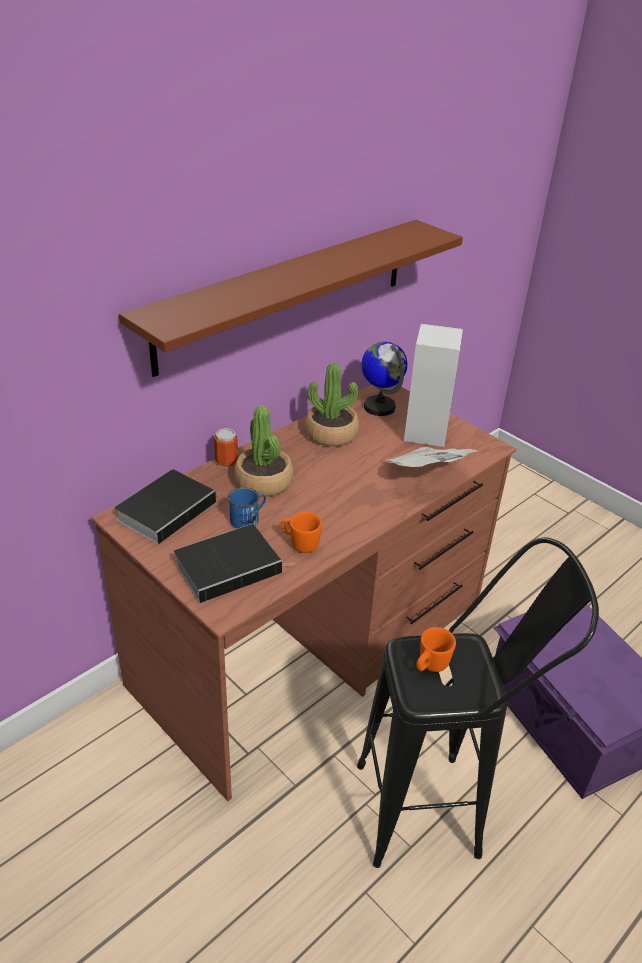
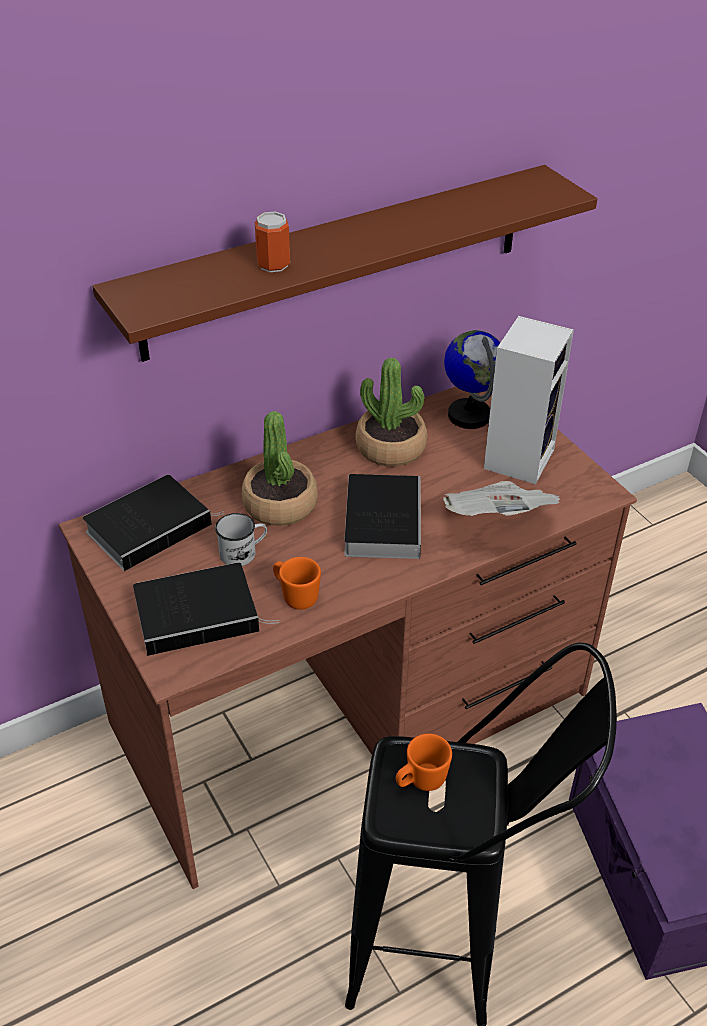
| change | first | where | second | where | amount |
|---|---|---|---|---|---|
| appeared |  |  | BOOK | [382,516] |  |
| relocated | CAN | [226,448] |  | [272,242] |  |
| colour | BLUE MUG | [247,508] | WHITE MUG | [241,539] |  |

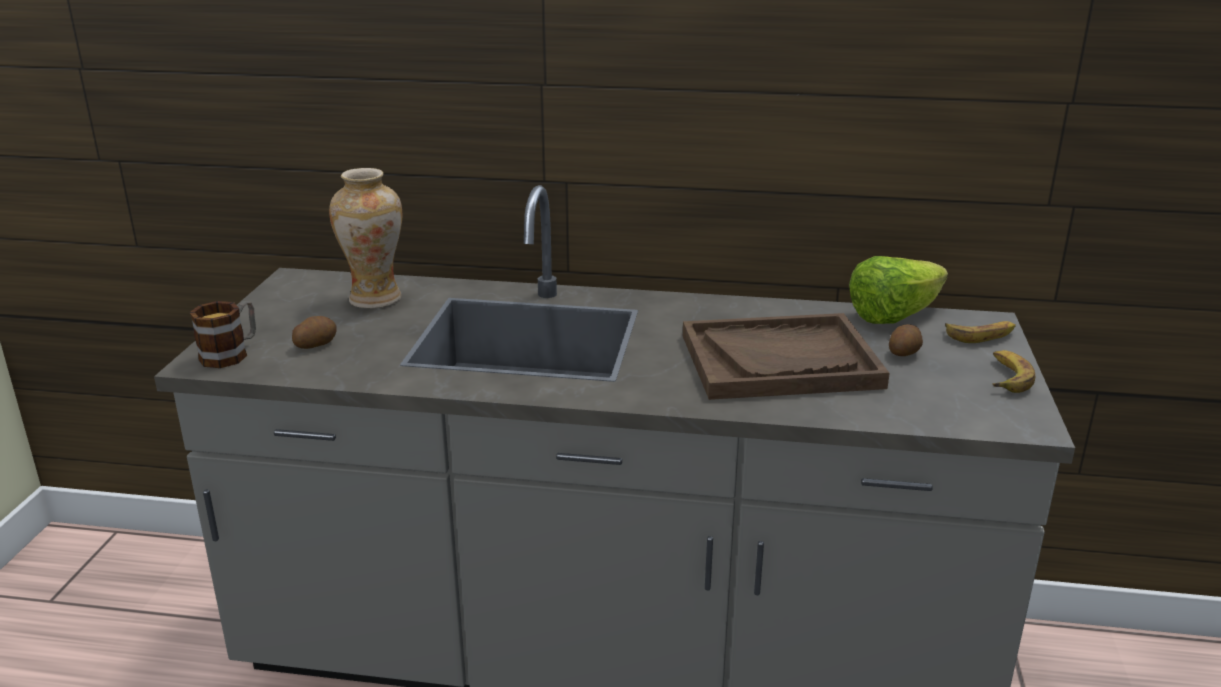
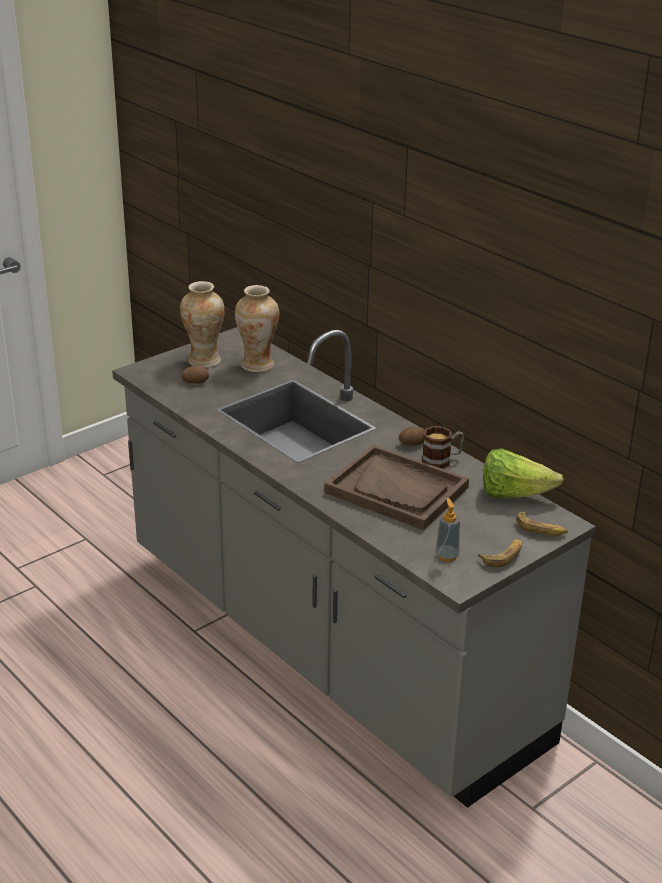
| change | first | where | second | where | amount |
|---|---|---|---|---|---|
| appeared |  |  | VASE | [202,324] |  |
| appeared |  |  | SOAP DISPENSER | [448,529] |  |
| relocated | MUG | [223,334] |  | [443,447] |  |
| relocated | POTATO | [906,340] |  | [411,436] |  |

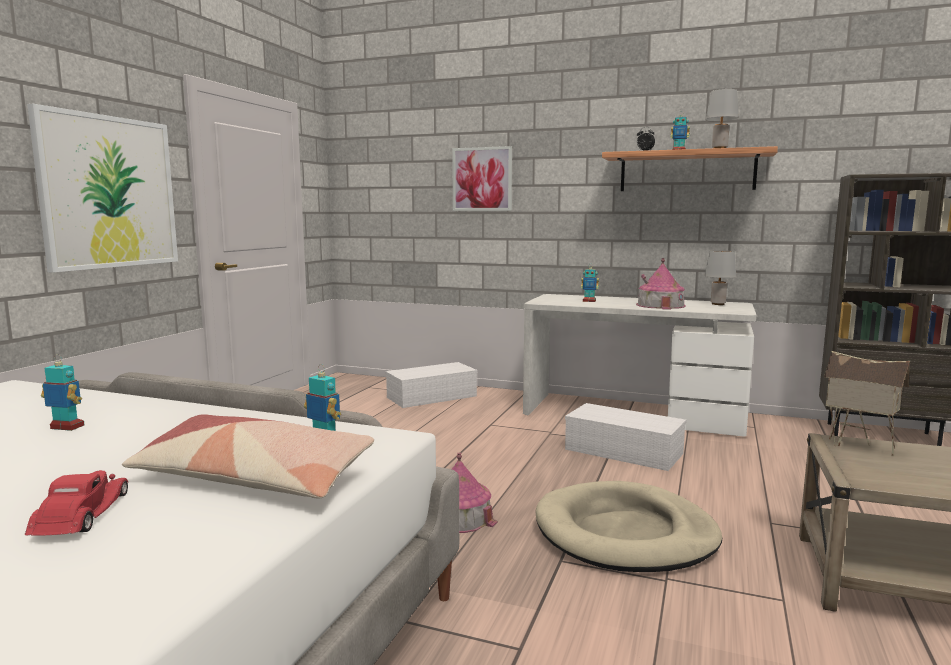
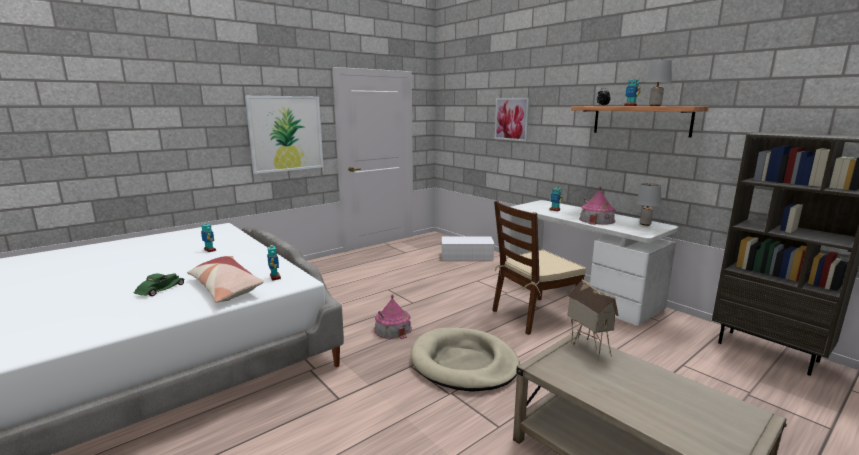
| change | first | where | second | where | amount |
|---|---|---|---|---|---|
| exchanged | WHITE STORAGE BOX | [625,437] | BROWN CHAIR | [539,268] |  |
| colour | RED TOY CAR | [77,503] | GREEN TOY CAR | [159,284] |  |

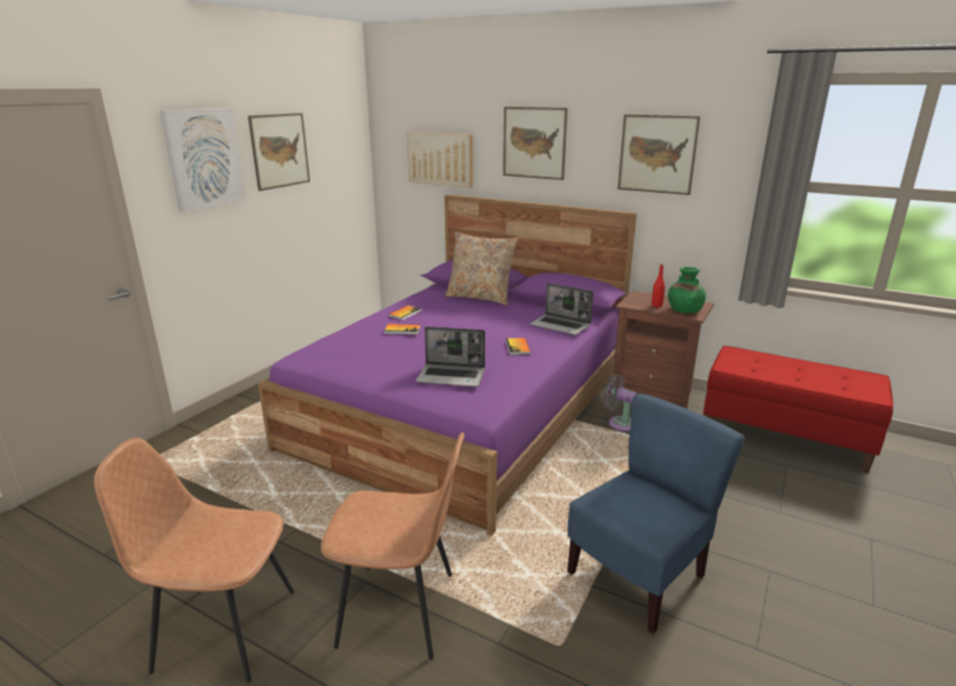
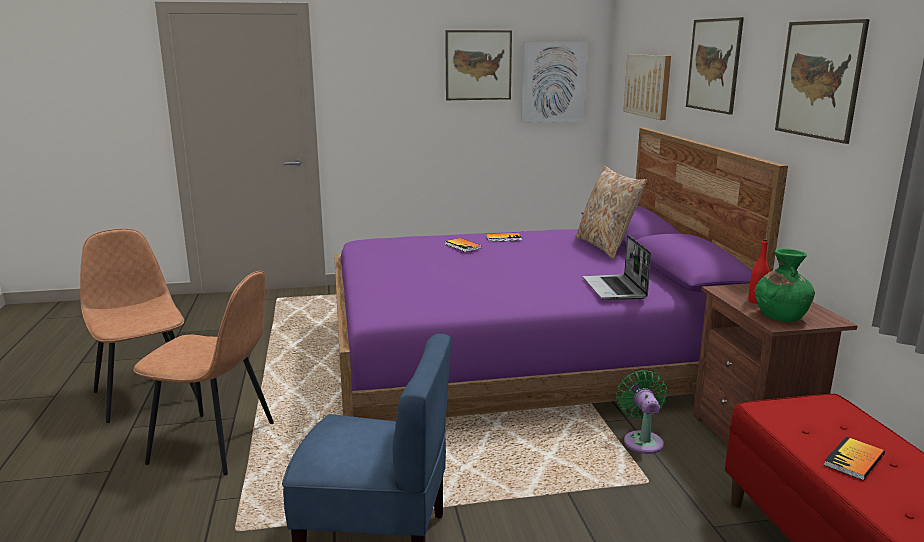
| change | first | where | second | where | amount |
|---|---|---|---|---|---|
| missing | LAPTOP | [450,356] |  |  |  |
| relocated | PICTURE | [203,160] |  | [554,82] |  |
| relocated | BOOK | [518,346] |  | [854,458] |  |
| colour | GREY FAN | [620,403] | GREEN FAN | [642,412] |  |
| spun | BROWN CHAIR | [393,546] |  | [204,373] | 45 degrees counterclockwise |

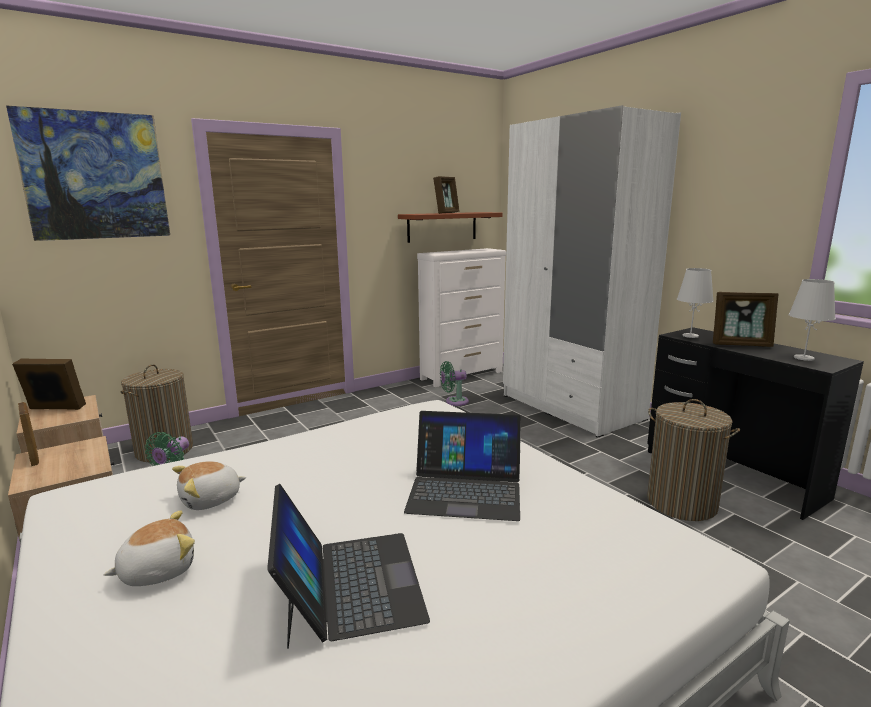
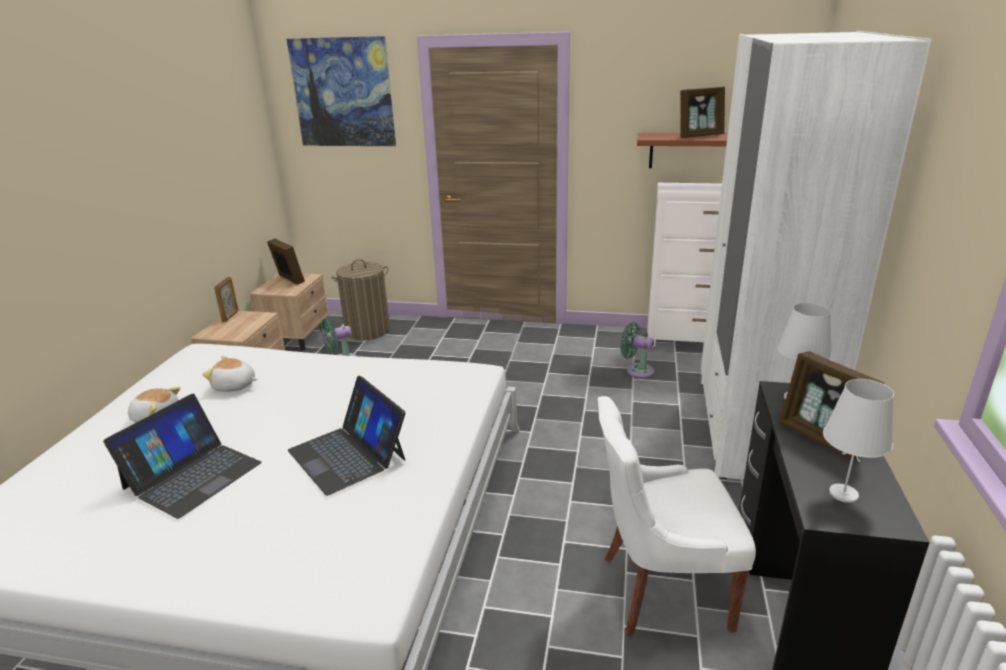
| change | first | where | second | where | amount |
|---|---|---|---|---|---|
| exchanged | LAUNDRY BASKET | [693,460] | WHITE CHAIR | [677,516] |  |

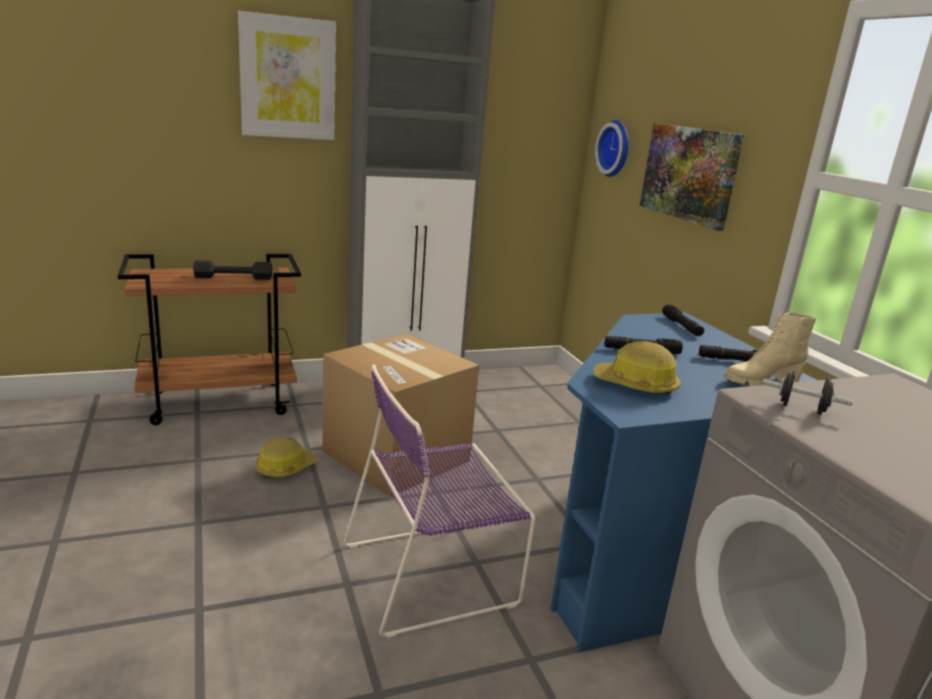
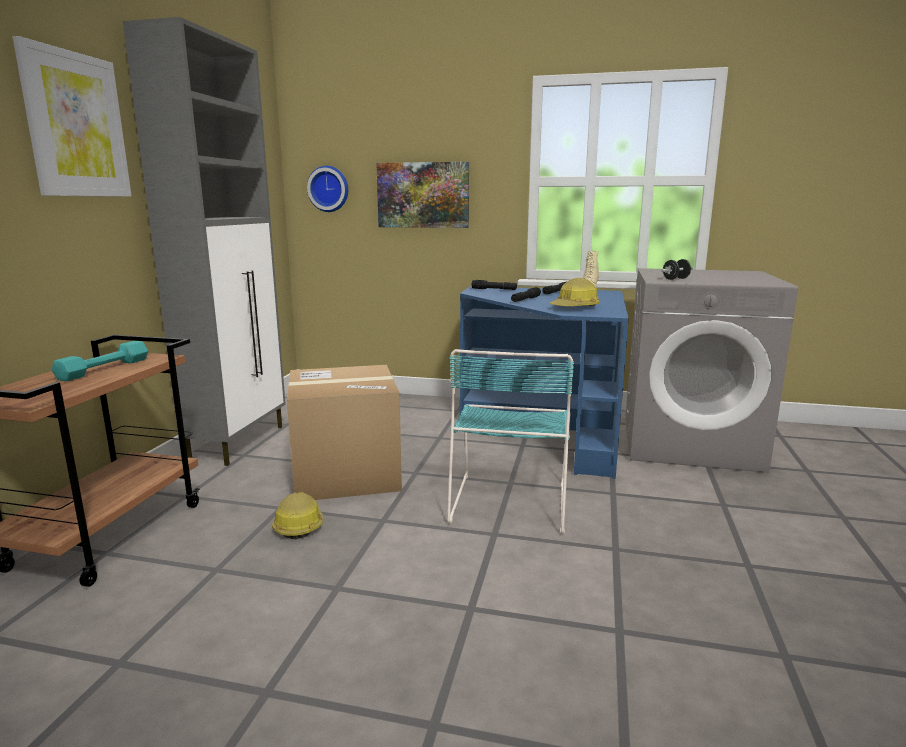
| change | first | where | second | where | amount |
|---|---|---|---|---|---|
| colour | BLACK DUMBBELL | [232,270] | TURQUOISE DUMBBELL | [100,361] |  |
| colour | PURPLE CHAIR | [439,501] | TURQUOISE CHAIR | [510,441] |  |

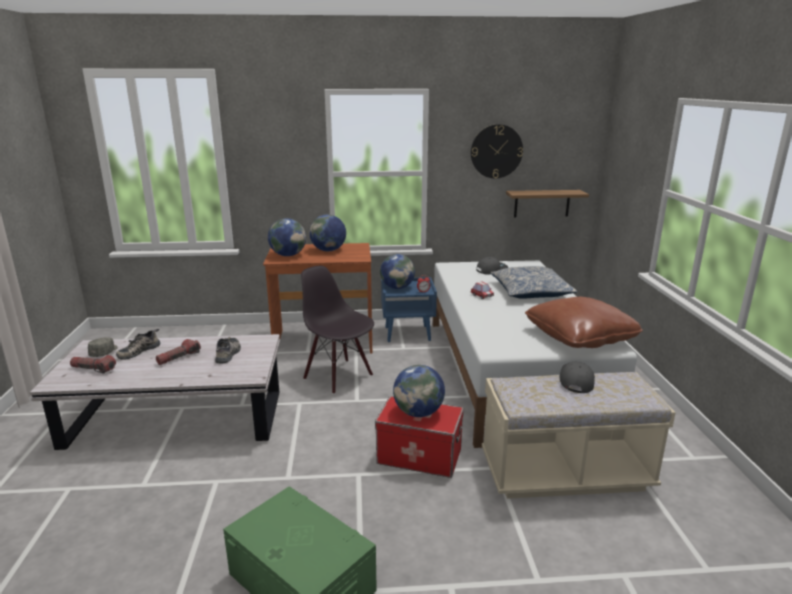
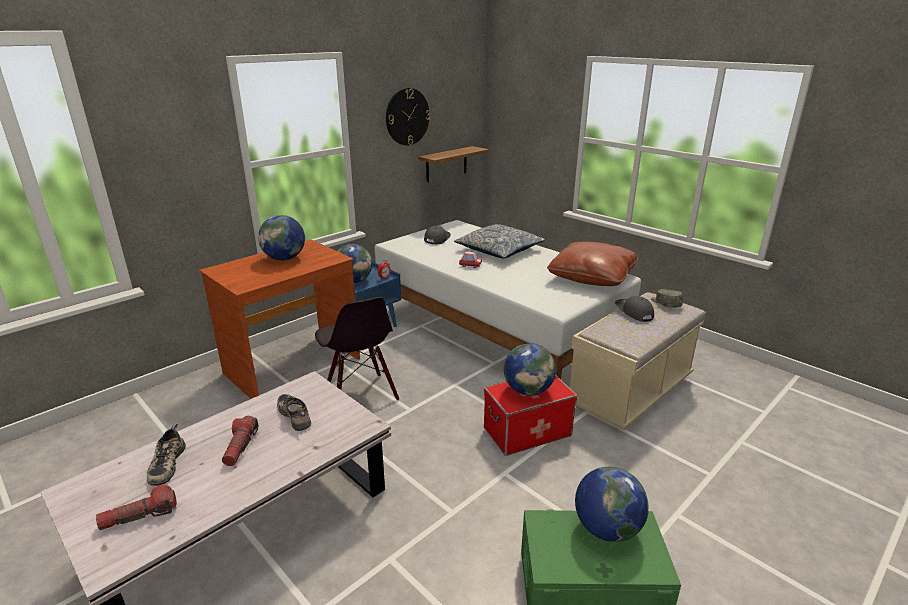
| change | first | where | second | where | amount |
|---|---|---|---|---|---|
| relocated | GREY CAP | [103,347] |  | [667,298] |  |
| relocated | GLOBE | [287,237] |  | [612,504] |  |
| spun | BLACK CHAIR | [337,330] |  | [357,349] | 120 degrees counterclockwise |

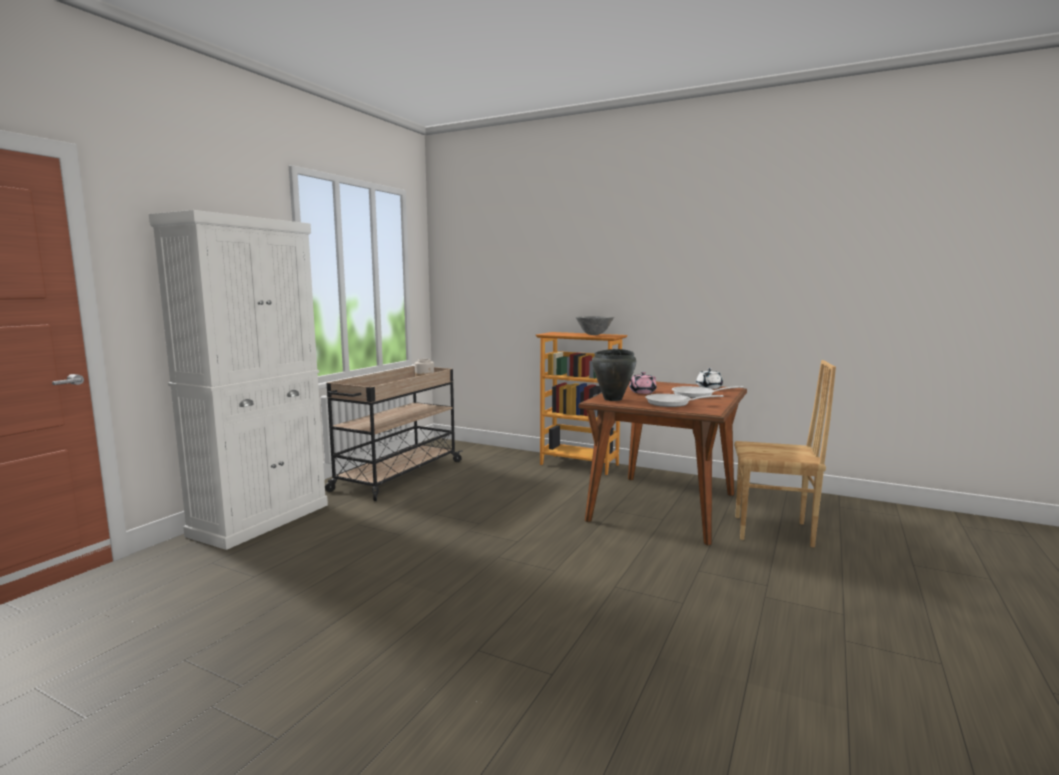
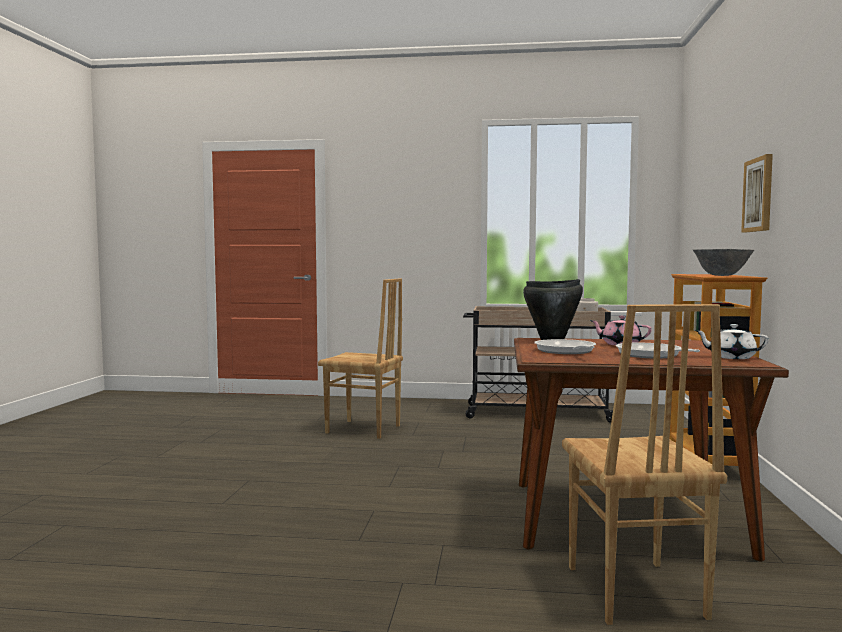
| change | first | where | second | where | amount |
|---|---|---|---|---|---|
| missing | WHITE CABINET | [238,380] |  |  |  |
| appeared |  |  | BROWN CHAIR | [360,358] |  |
| appeared |  |  | PICTURE | [757,193] |  |

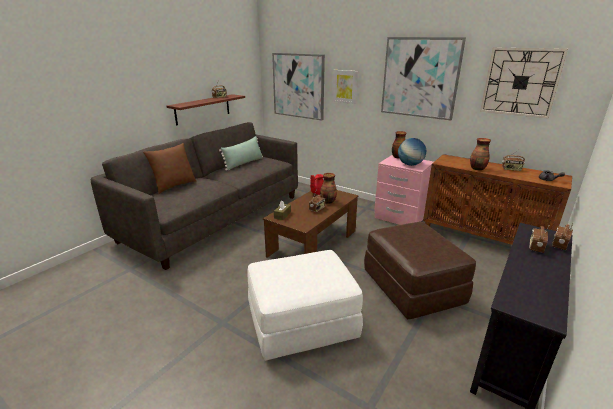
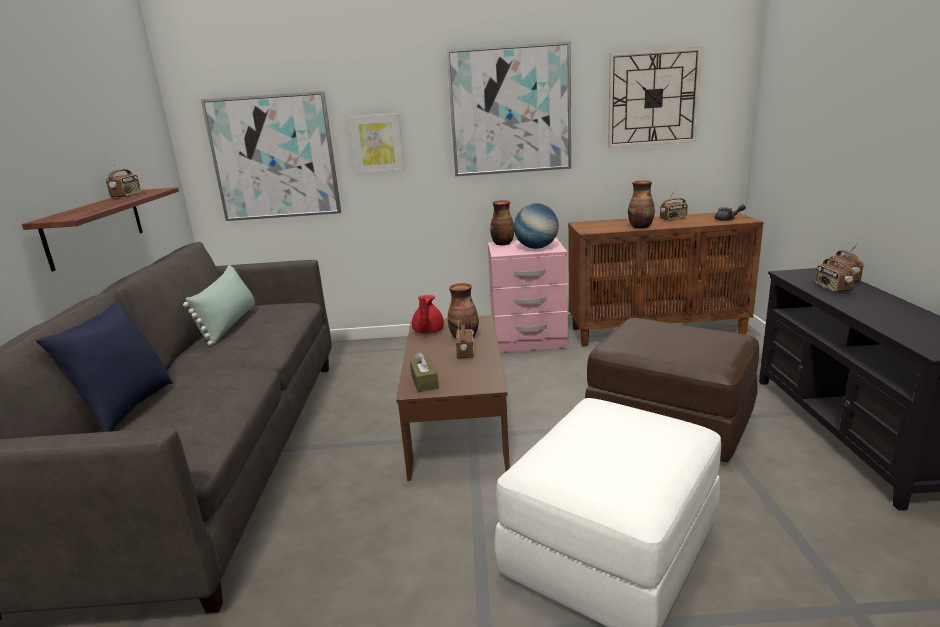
| change | first | where | second | where | amount |
|---|---|---|---|---|---|
| colour | BROWN PILLOW | [170,168] | BLUE PILLOW | [104,366] |  |

